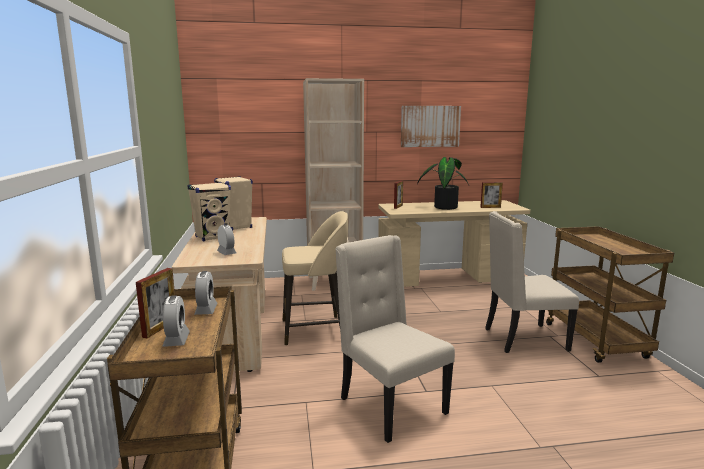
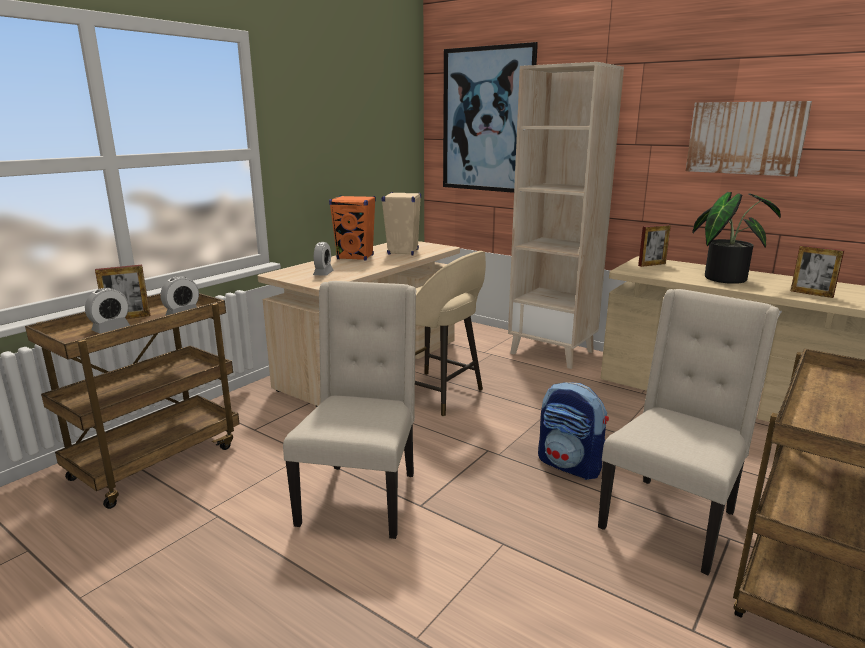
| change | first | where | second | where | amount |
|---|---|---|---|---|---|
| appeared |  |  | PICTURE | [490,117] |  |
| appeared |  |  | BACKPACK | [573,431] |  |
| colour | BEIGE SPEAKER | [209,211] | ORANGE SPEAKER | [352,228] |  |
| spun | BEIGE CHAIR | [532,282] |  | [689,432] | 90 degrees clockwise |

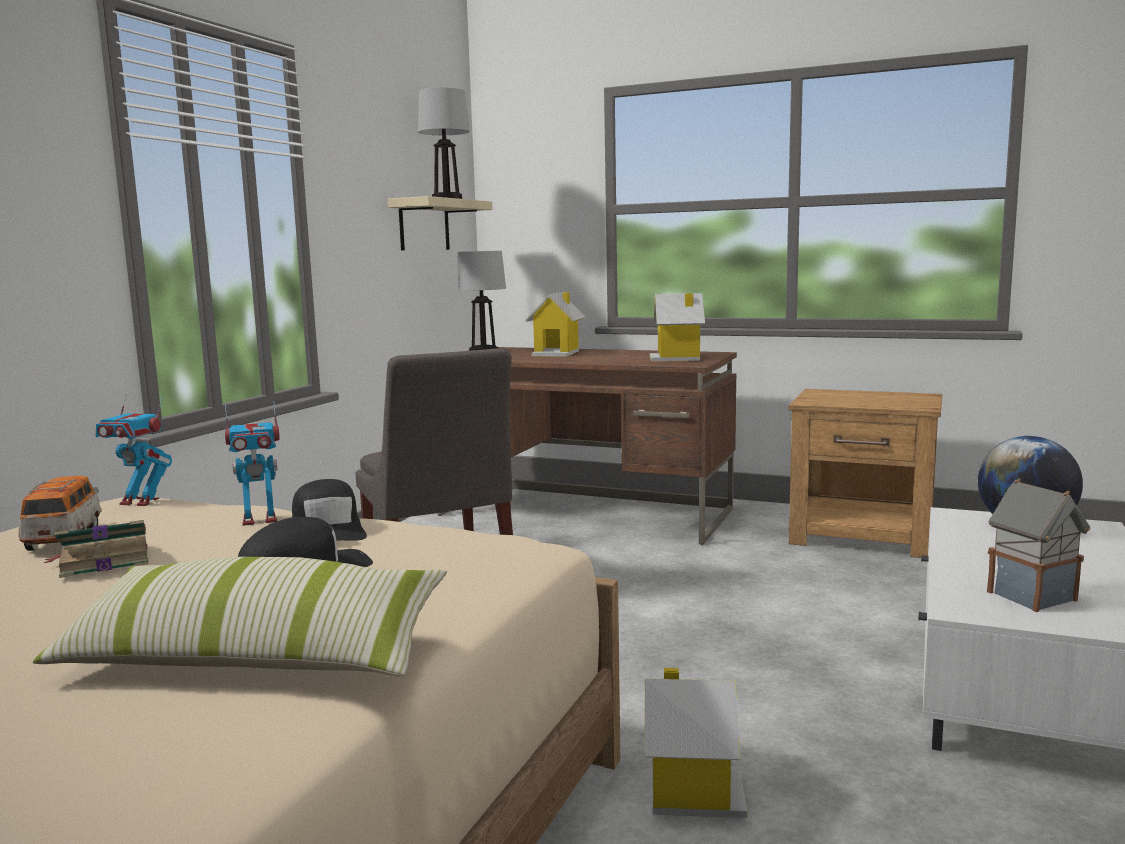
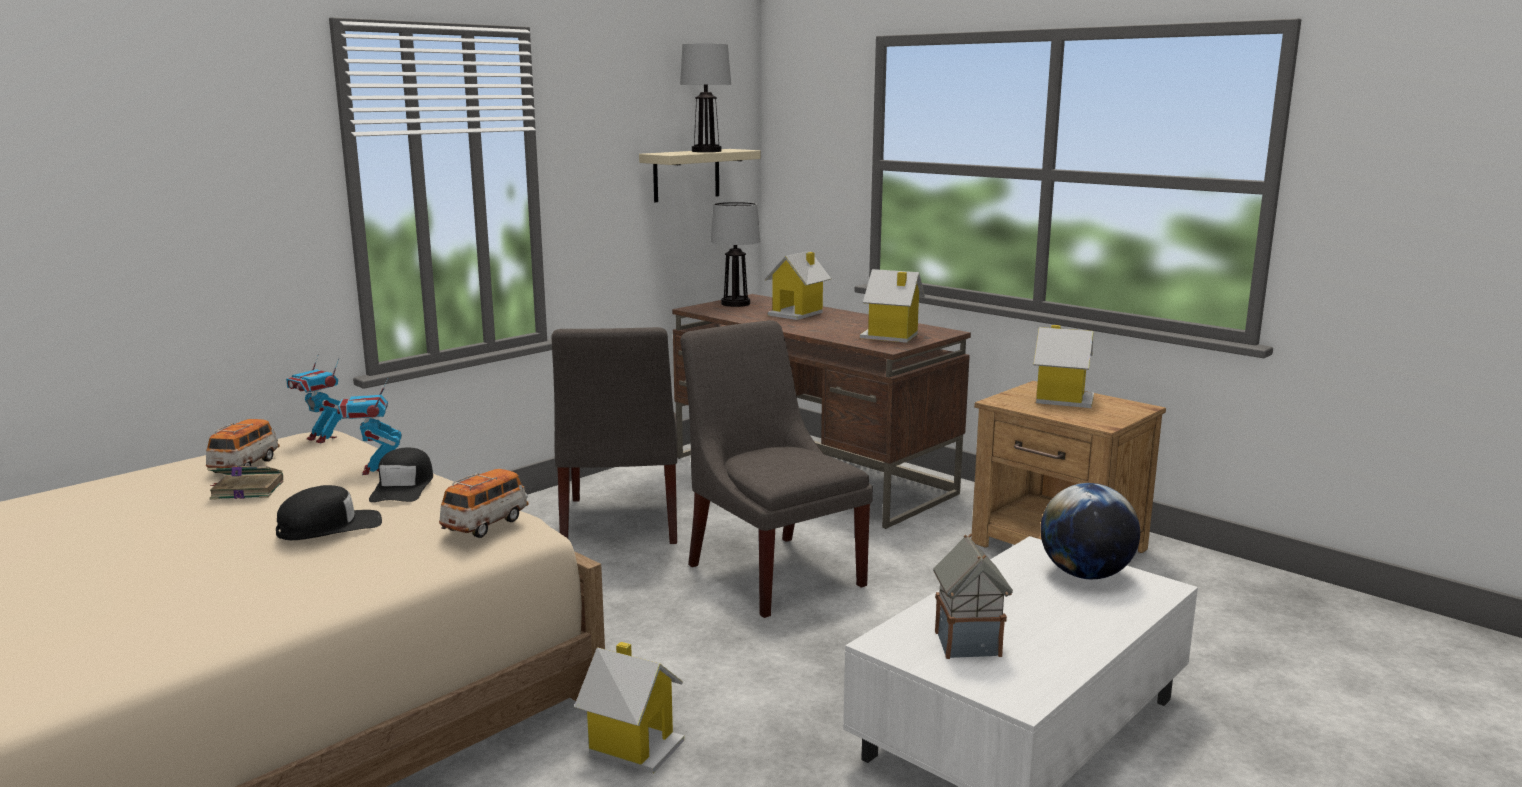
| change | first | where | second | where | amount |
|---|---|---|---|---|---|
| missing | PILLOW | [240,616] |  |  |  |
| appeared |  |  | TOY CAR | [484,503] |  |
| appeared |  |  | GREY CHAIR | [776,469] |  |
| appeared |  |  | TOY HOUSE | [1064,366] |  |
| spun | TOY ROBOT | [252,463] |  | [369,427] | 75 degrees clockwise |

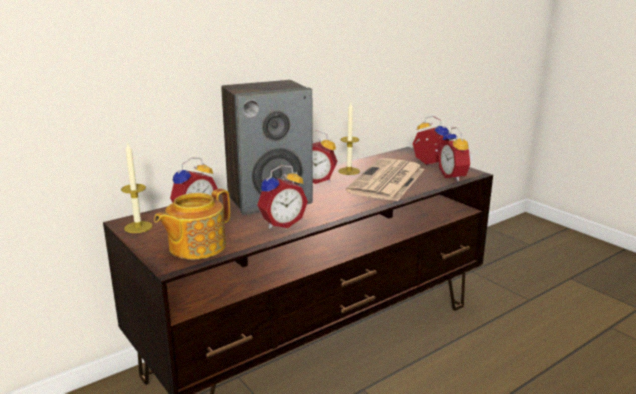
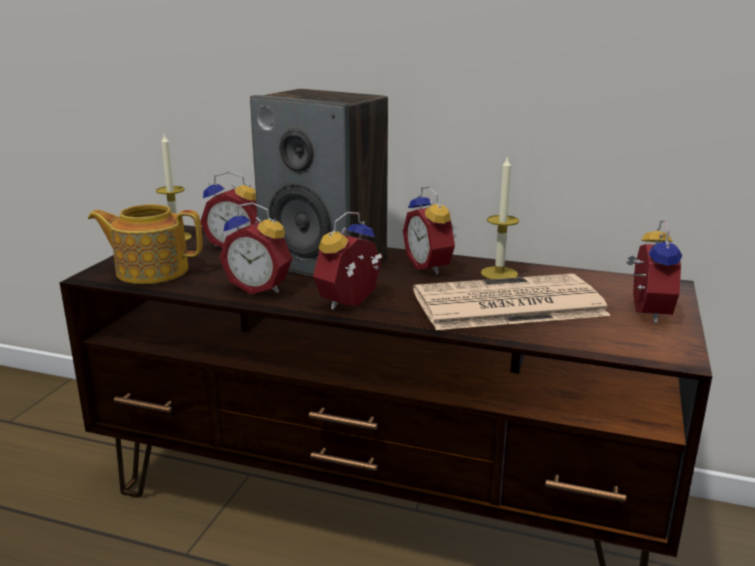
| change | first | where | second | where | amount |
|---|---|---|---|---|---|
| relocated | ALARM CLOCK | [455,154] |  | [347,261] |  |

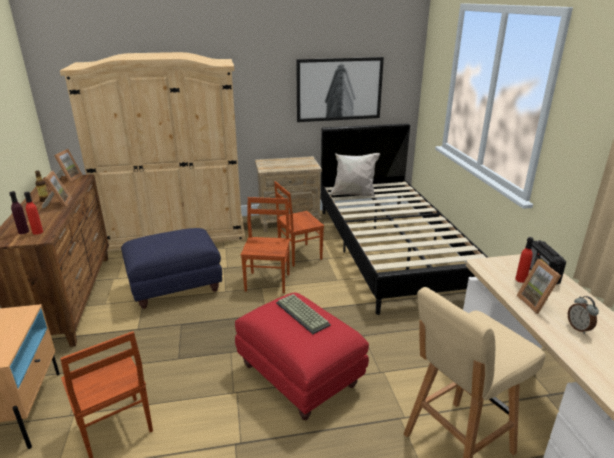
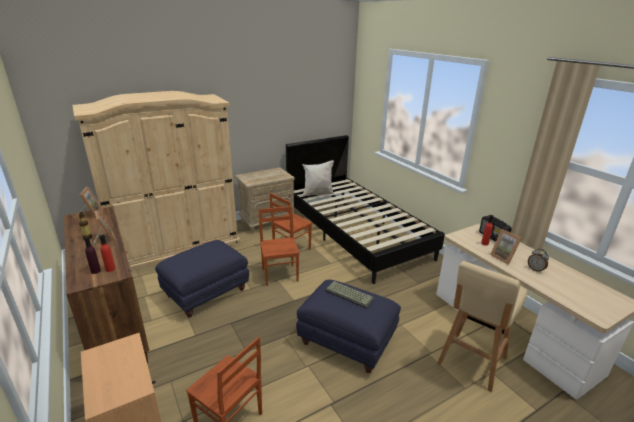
| change | first | where | second | where | amount |
|---|---|---|---|---|---|
| missing | PICTURE | [340,89] |  |  |  |
| colour | RED OTTOMAN | [302,356] | BLUE OTTOMAN | [348,326] |  |

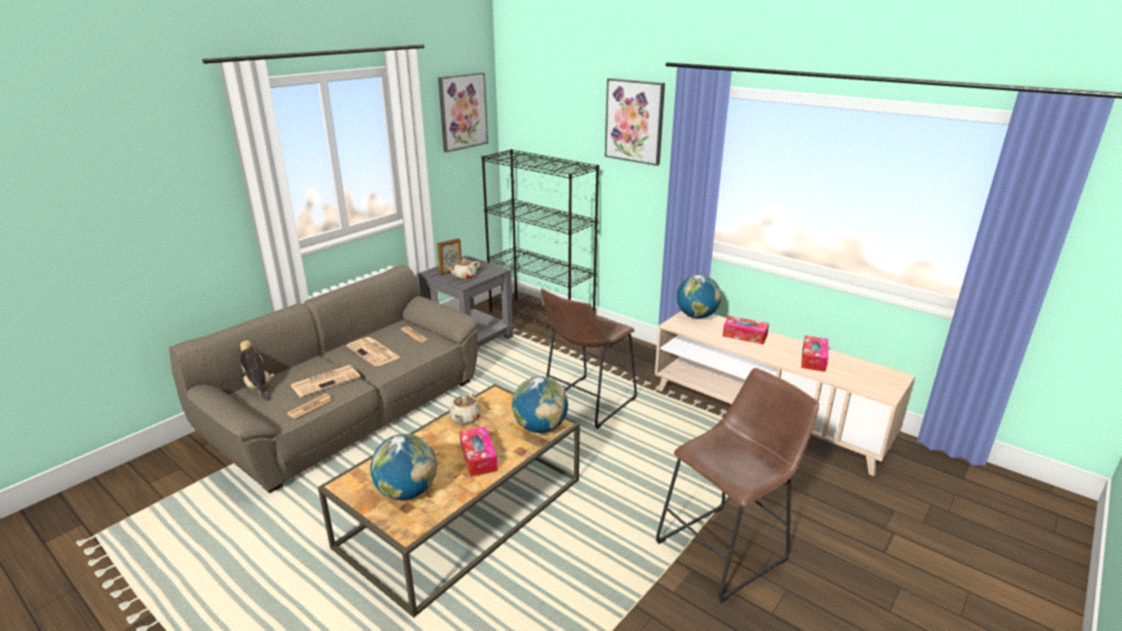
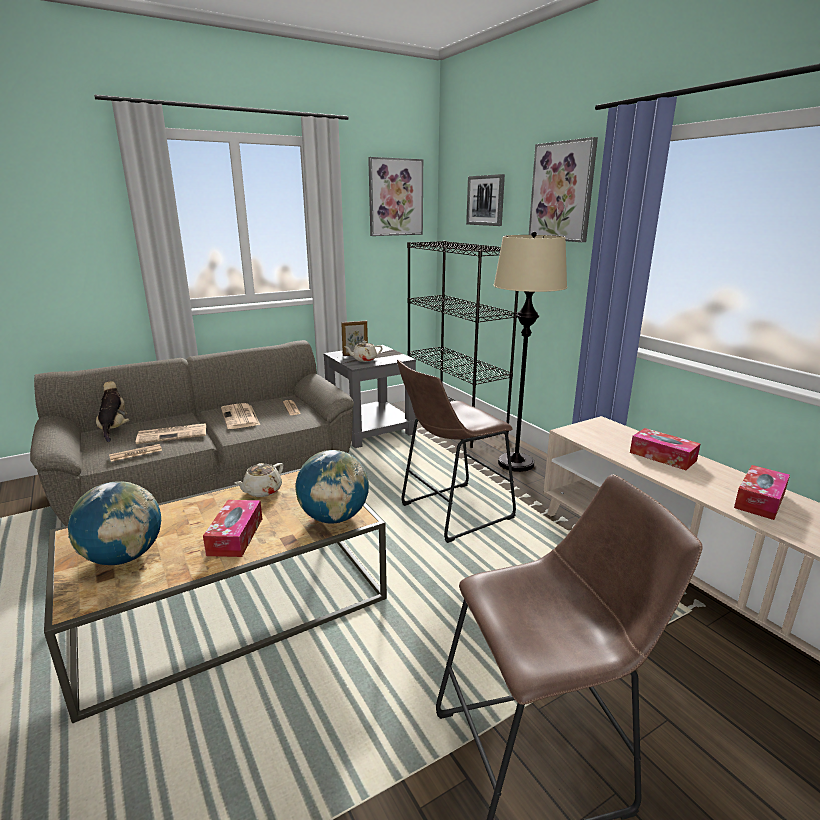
| change | first | where | second | where | amount |
|---|---|---|---|---|---|
| missing | GLOBE | [699,296] |  |  |  |
| appeared |  |  | PICTURE | [485,200] |  |
| appeared |  |  | BEIGE FLOOR LAMP | [530,352] |  |

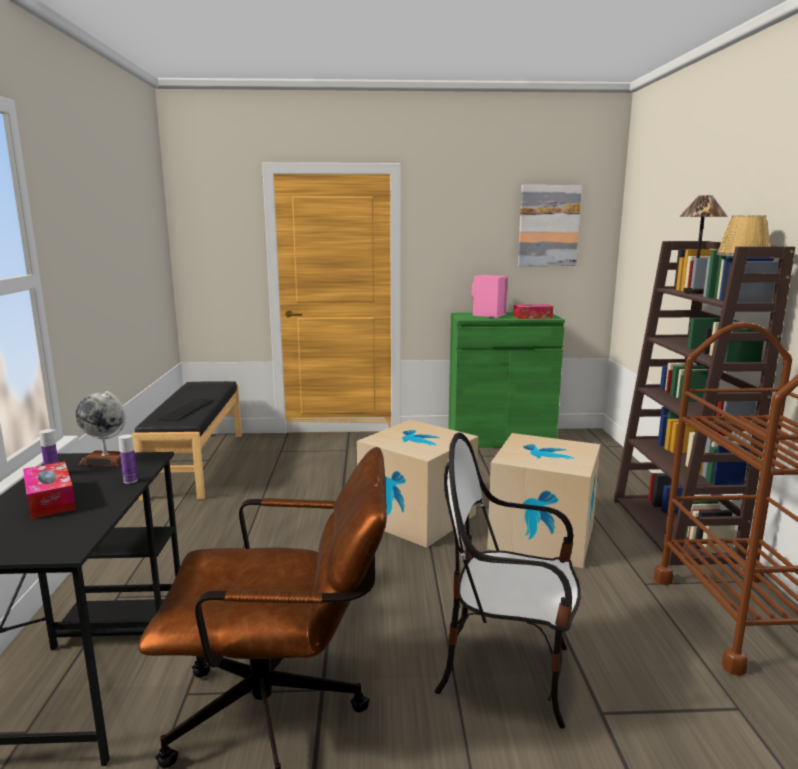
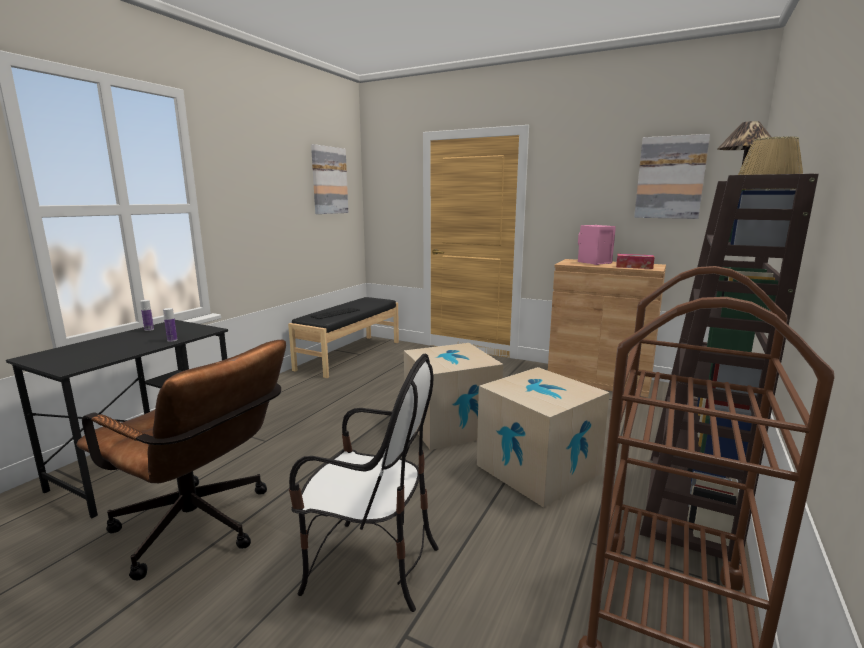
| change | first | where | second | where | amount |
|---|---|---|---|---|---|
| missing | TISSUE BOX | [49,490] |  |  |  |
| missing | GLOBE | [100,429] |  |  |  |
| appeared |  |  | PICTURE | [329,179] |  |
| colour | GREEN CABINET | [506,380] | BROWN CABINET | [607,328] |  |
| spun | CHAIR | [508,580] |  | [364,483] | 150 degrees clockwise |

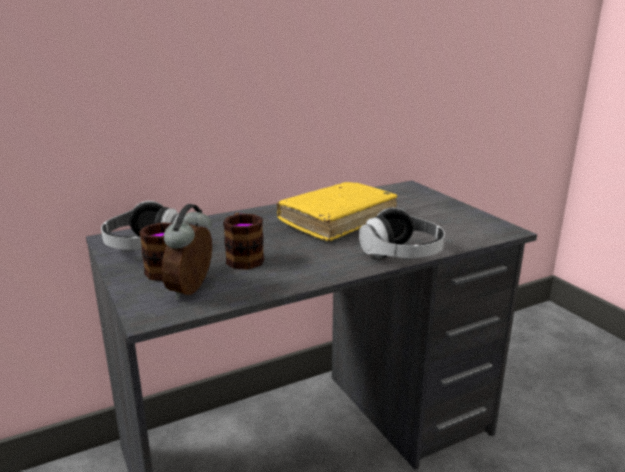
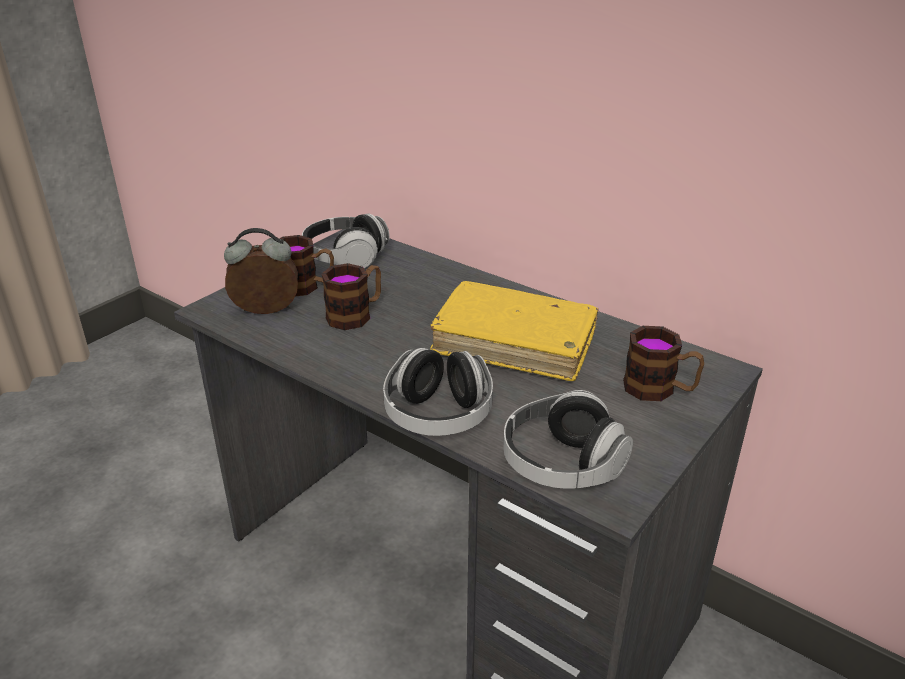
| change | first | where | second | where | amount |
|---|---|---|---|---|---|
| appeared |  |  | HEADPHONES | [568,439] |  |
| appeared |  |  | MUG | [663,363] |  |

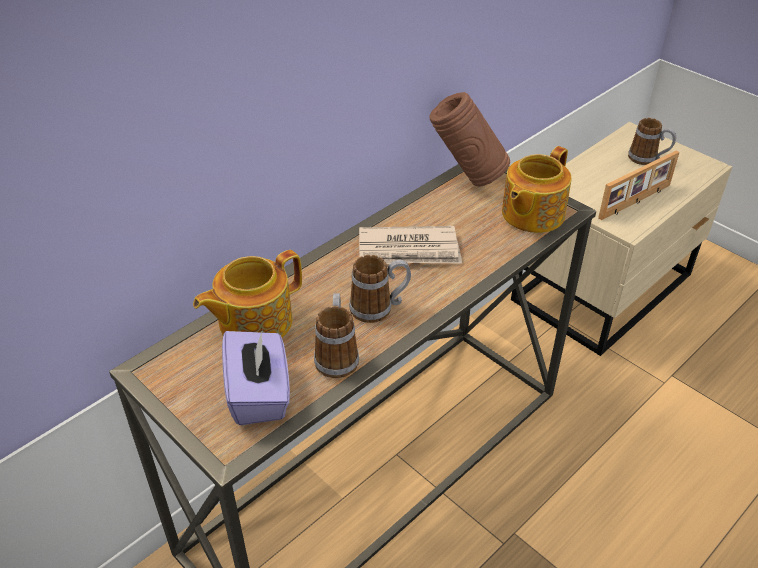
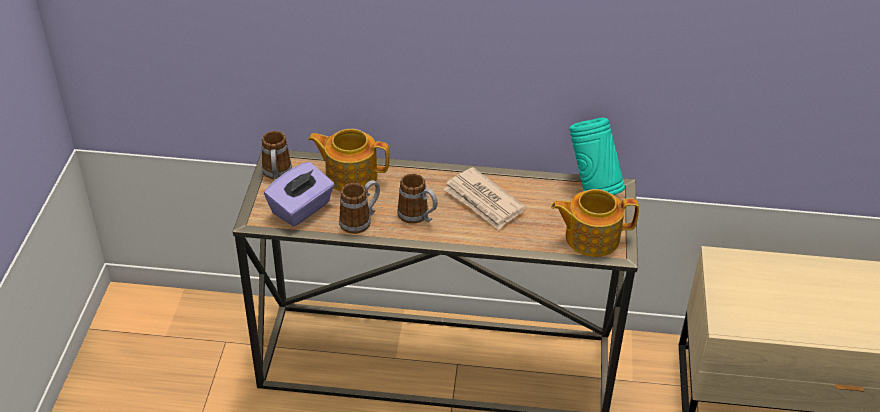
| change | first | where | second | where | amount |
|---|---|---|---|---|---|
| missing | PICTURE FRAME | [638,185] |  |  |  |
| relocated | MUG | [652,141] |  | [276,156] |  |
| colour | BROWN VASE | [469,139] | TURQUOISE VASE | [597,156] |  |

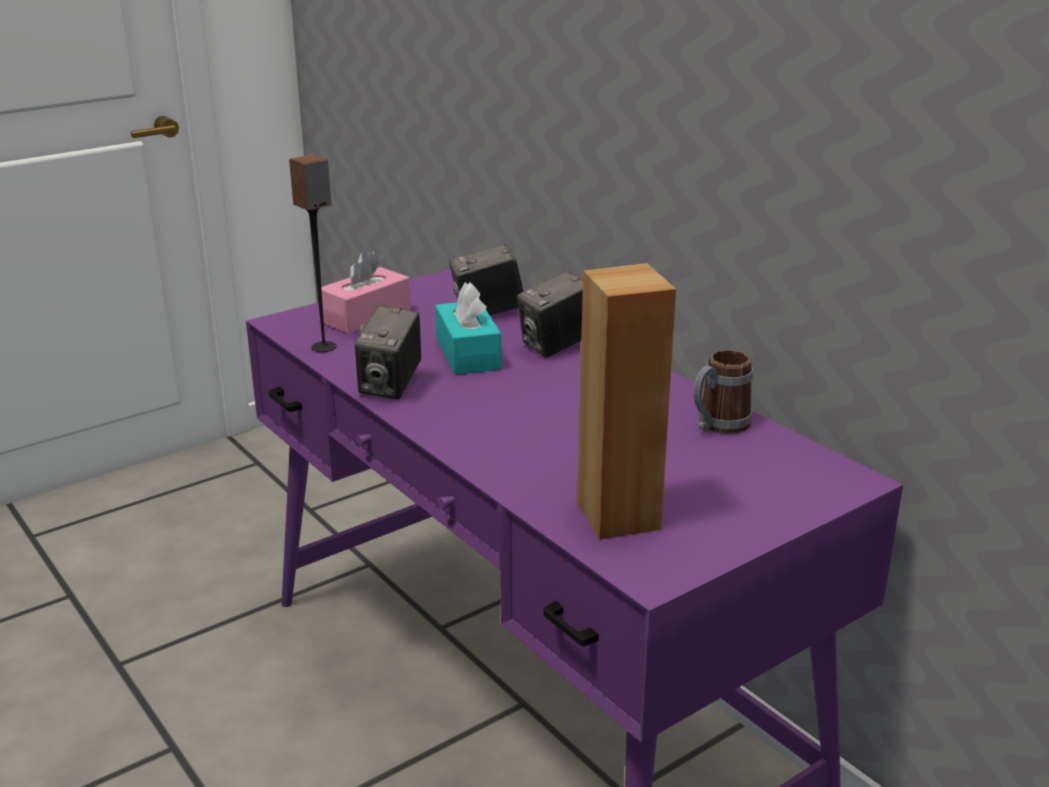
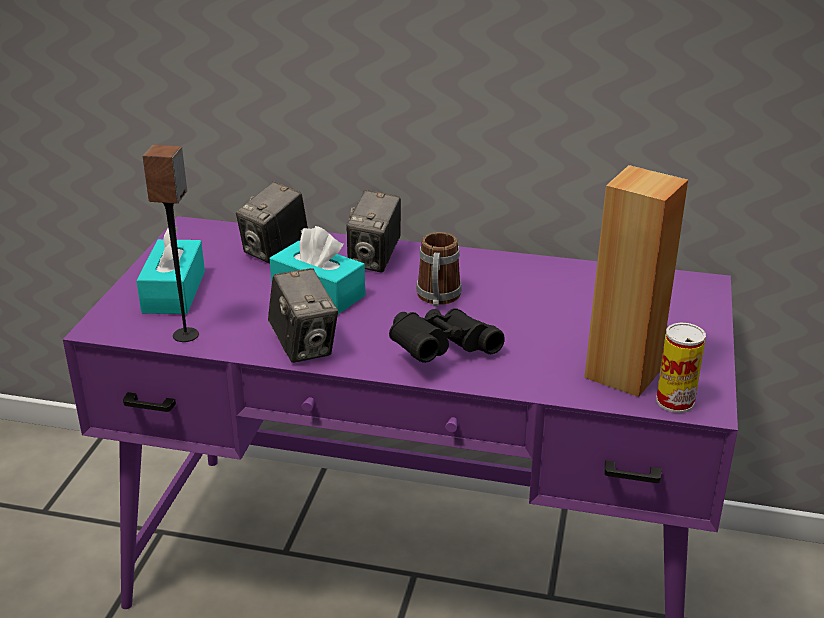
| change | first | where | second | where | amount |
|---|---|---|---|---|---|
| appeared |  |  | BLACK BINOCULARS | [447,335] |  |
| appeared |  |  | CAN | [681,368] |  |
| relocated | MUG | [723,391] |  | [439,269] |  |
| colour | PINK TISSUE BOX | [366,292] | TURQUOISE TISSUE BOX | [170,270] |  |

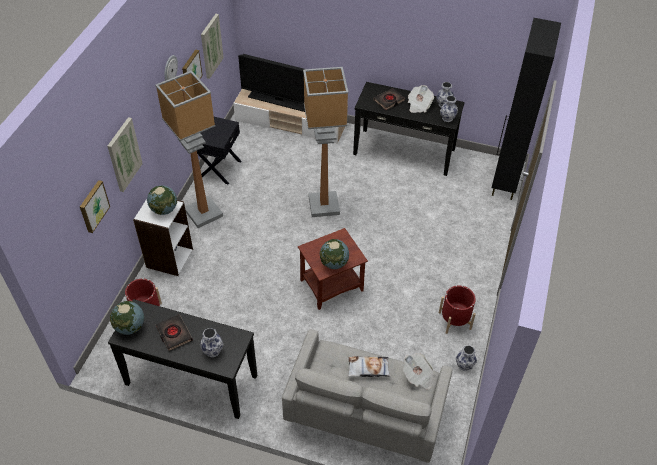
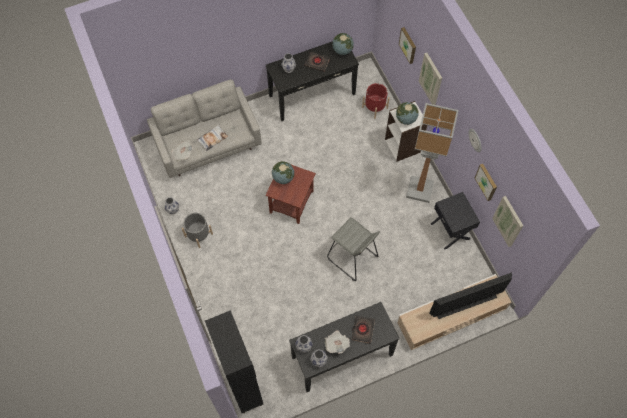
| change | first | where | second | where | amount |
|---|---|---|---|---|---|
| exchanged | FLOOR LAMP | [325,142] | GREY STOOL | [353,249] |  |
| colour | RED PLANTER | [457,310] | GREY PLANTER | [197,230] |  |

